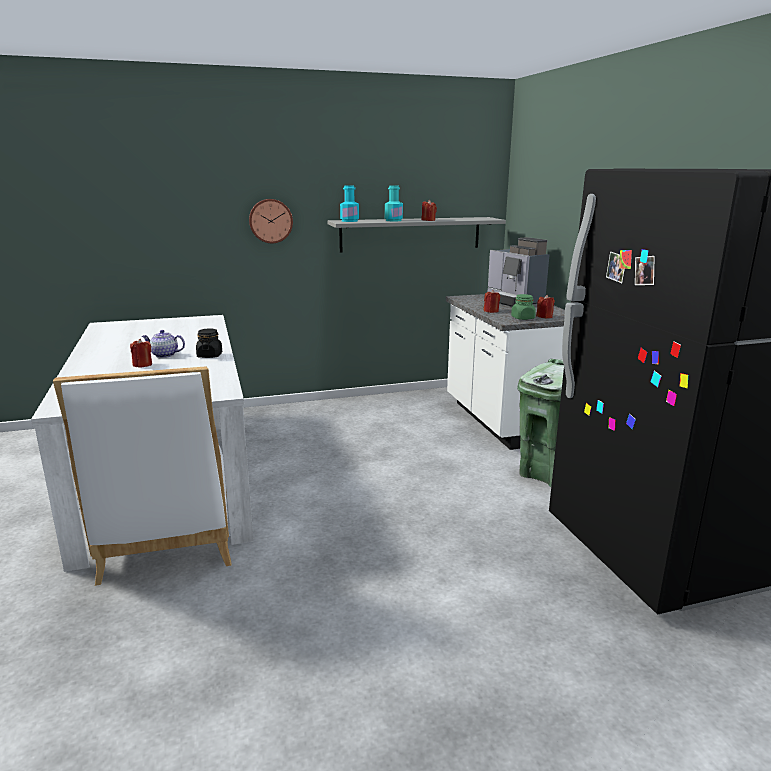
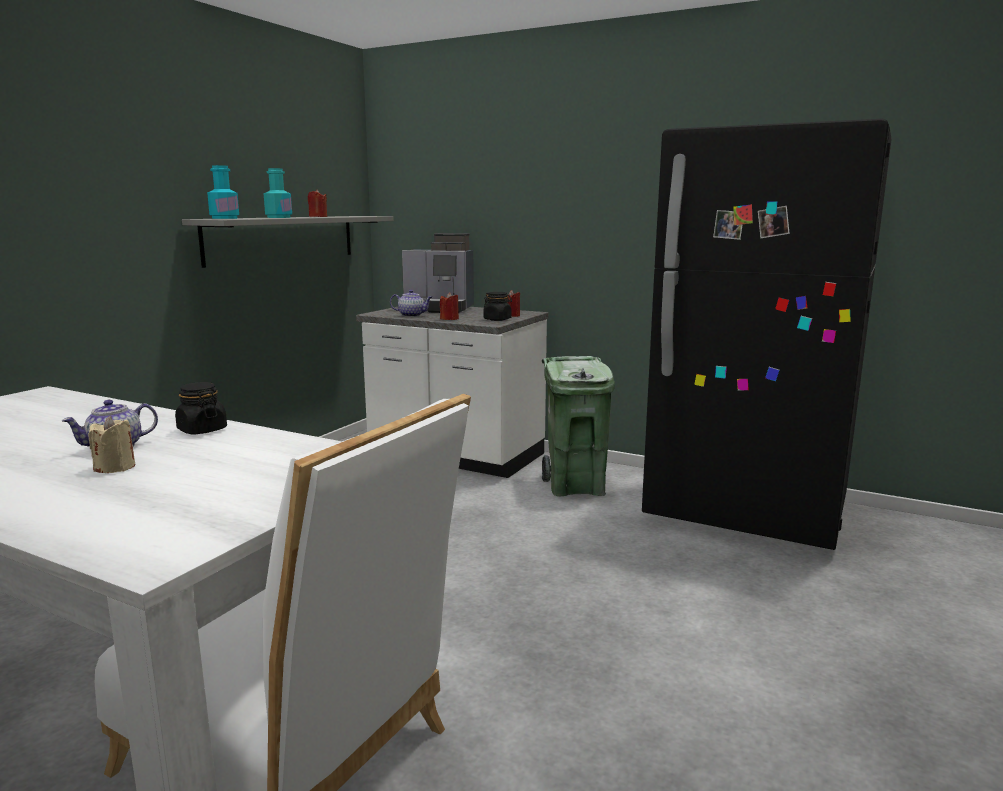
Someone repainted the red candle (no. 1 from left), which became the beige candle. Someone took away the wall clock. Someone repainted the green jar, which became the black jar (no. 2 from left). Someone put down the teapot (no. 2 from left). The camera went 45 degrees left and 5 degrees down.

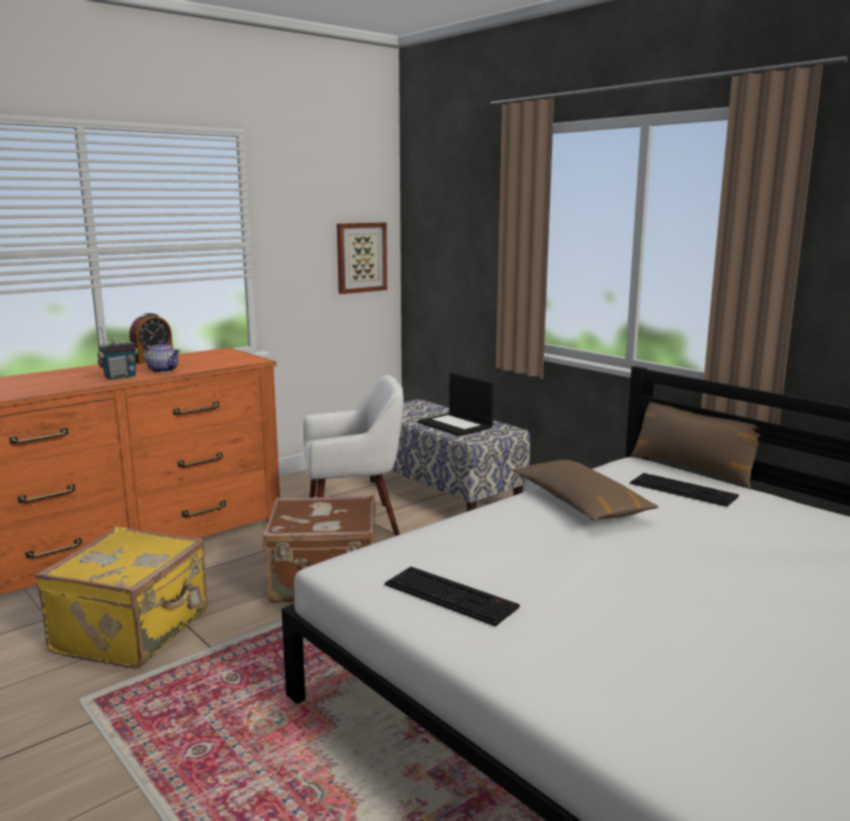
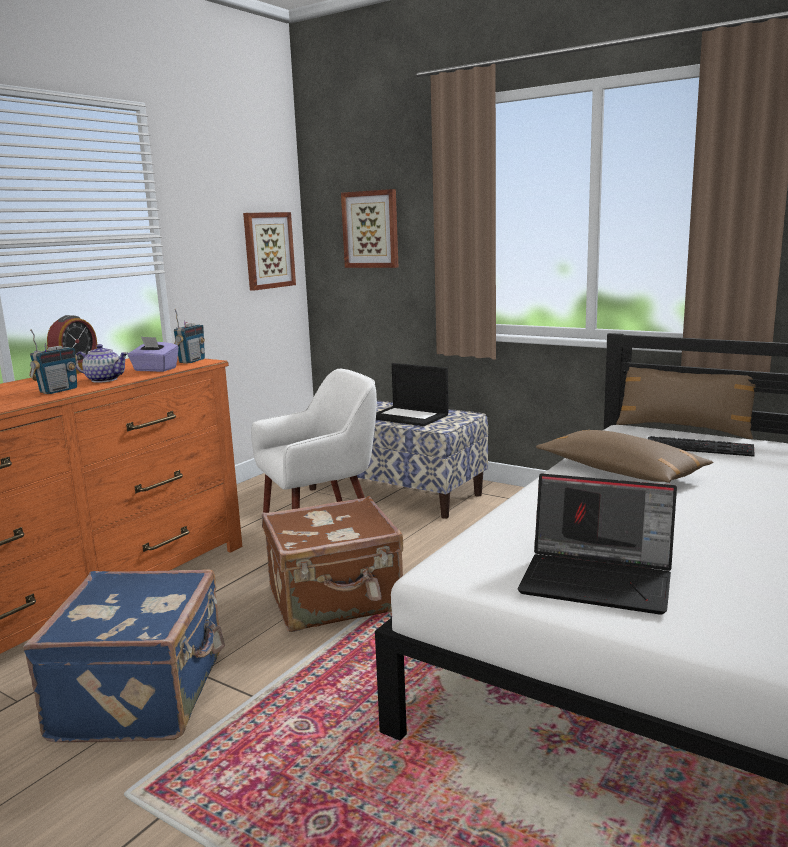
Someone repainted the yellow suitcase, which became the blue suitcase. Someone swapped the keyboard (no. 1 from left) for the laptop (no. 2 from left). Someone put down the purple tissue box. Someone put down the radio (no. 2 from left). Someone put up the picture (no. 2 from left). The camera went 15 degrees left and 0 degrees up.

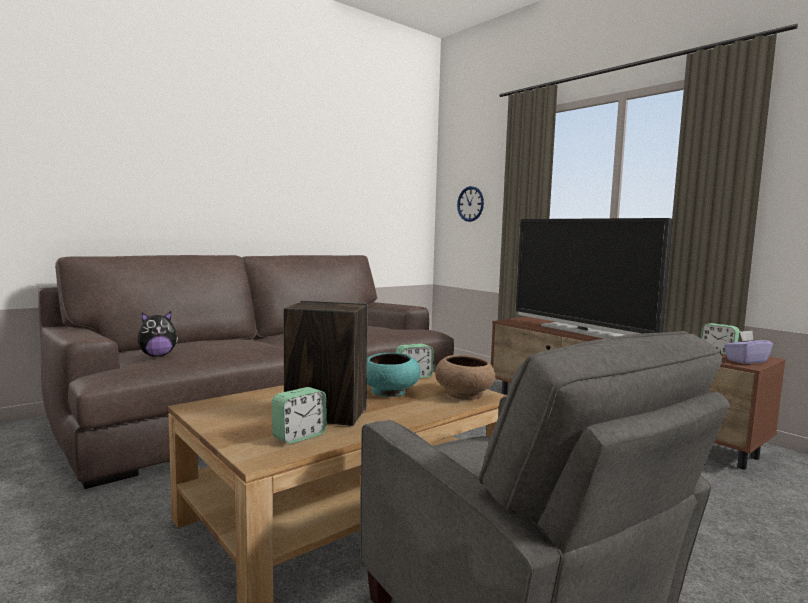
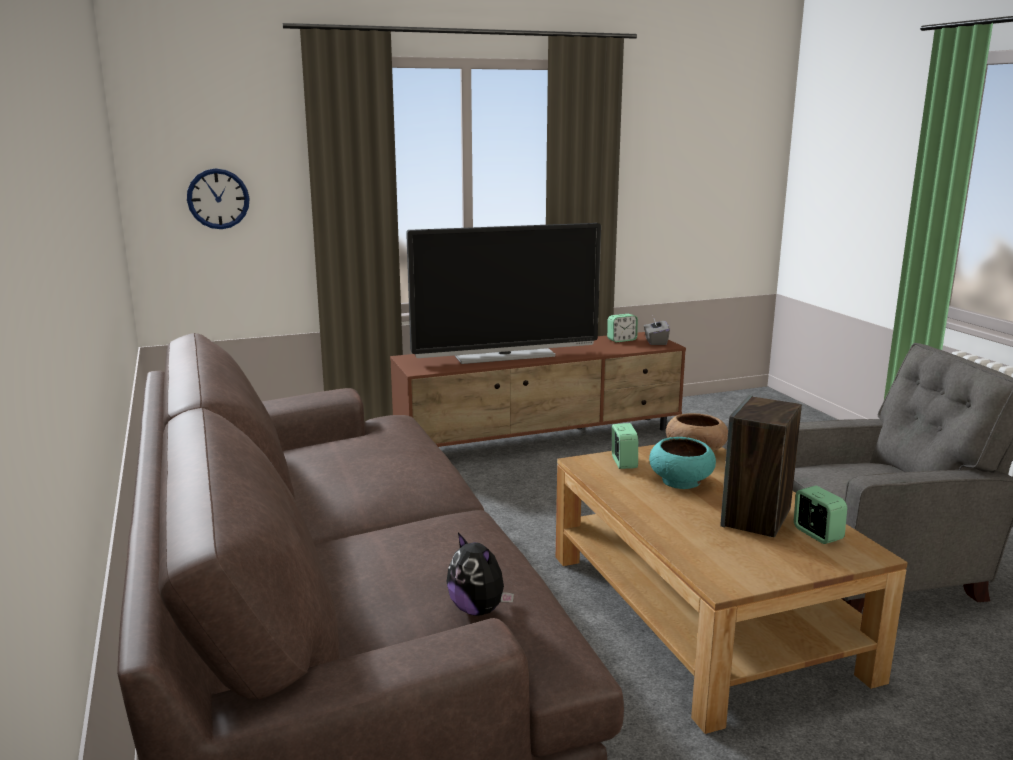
Someone rotated the plush toy by 150 degrees clockwise. Someone repainted the purple tissue box, which became the grey tissue box. The camera went 70 degrees left and 10 degrees up.

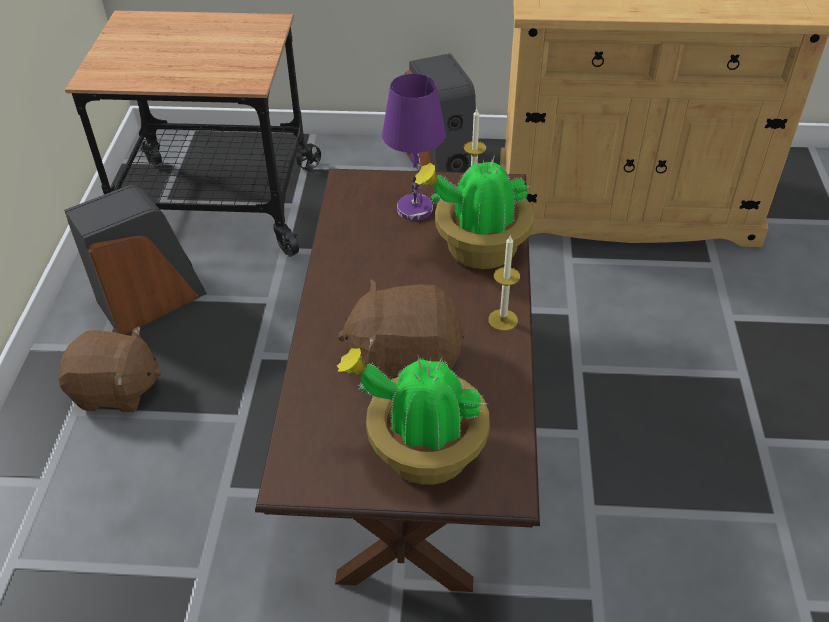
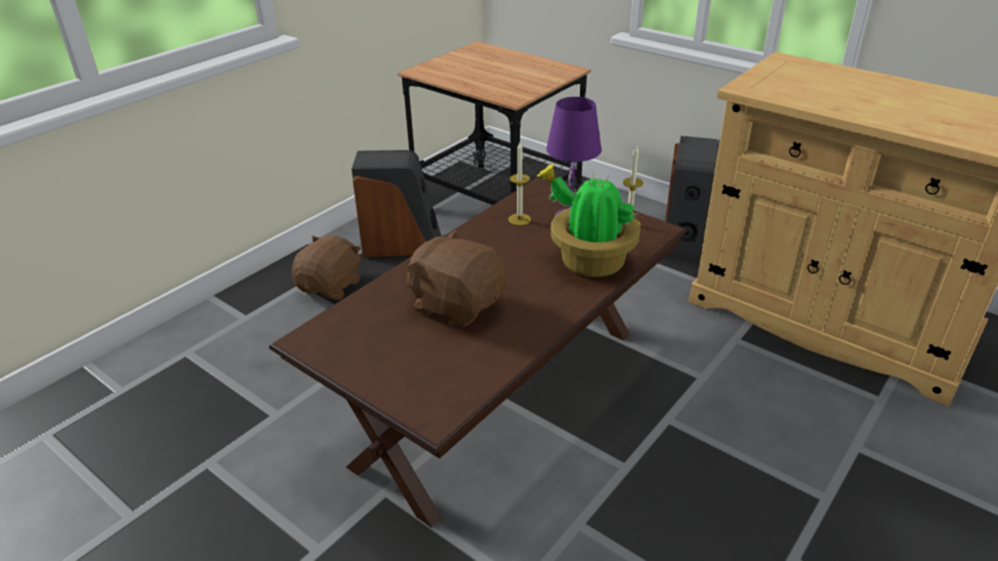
Someone rotated the brown plush toy (no. 1 from left) by 105 degrees counterclockwise. Someone took away the potted plant (no. 1 from left). Someone carried the candle (no. 2 from left in the first image). The camera went 35 degrees right and 10 degrees down.

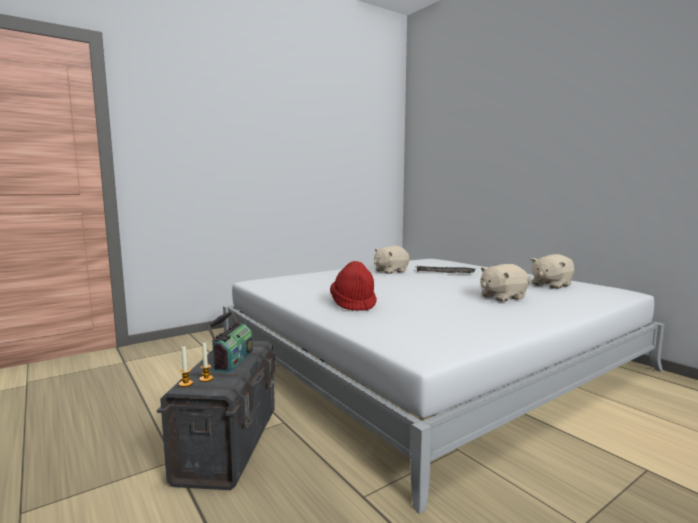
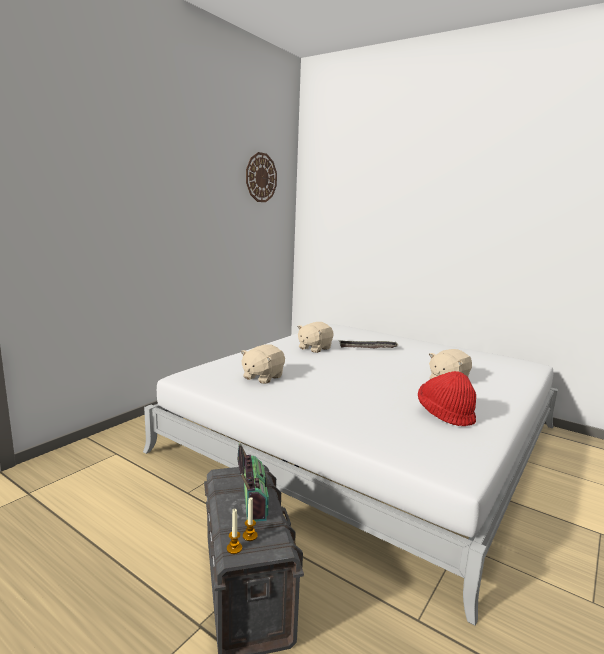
Someone carried the red hat. Someone carried the beige plush toy (no. 3 from left in the first image). Someone put up the wall clock. The camera went 20 degrees left and 5 degrees up.

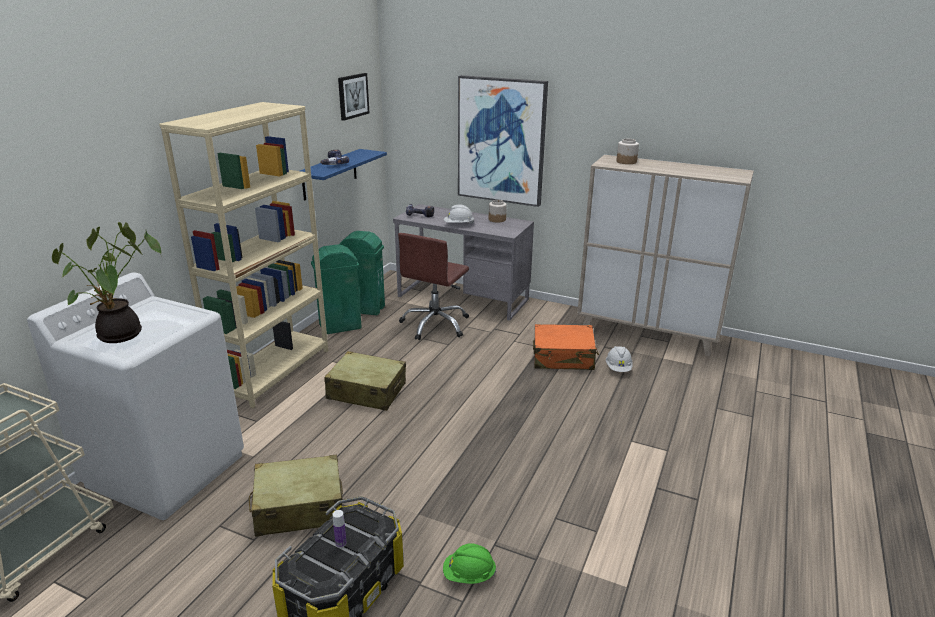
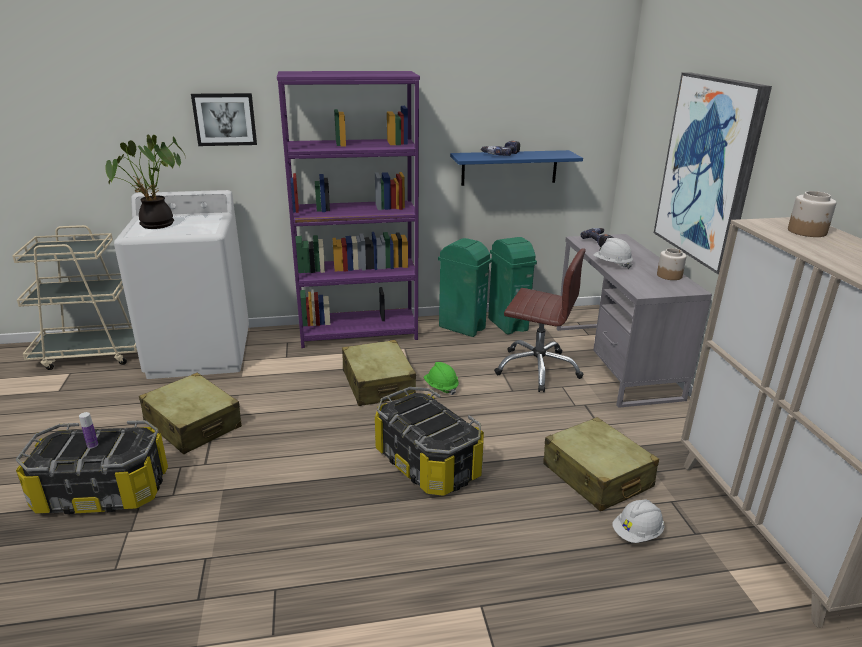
Someone repainted the beige bookcase, which became the purple bookcase. Someone carried the picture (no. 1 from left). Someone rotated the brown office chair by 150 degrees counterclockwise. Someone carried the green hard hat. Someone repainted the orange suitcase, which became the beige suitcase (no. 3 from left). Someone put down the storage box (no. 2 from left). The camera went 55 degrees right and 0 degrees up.

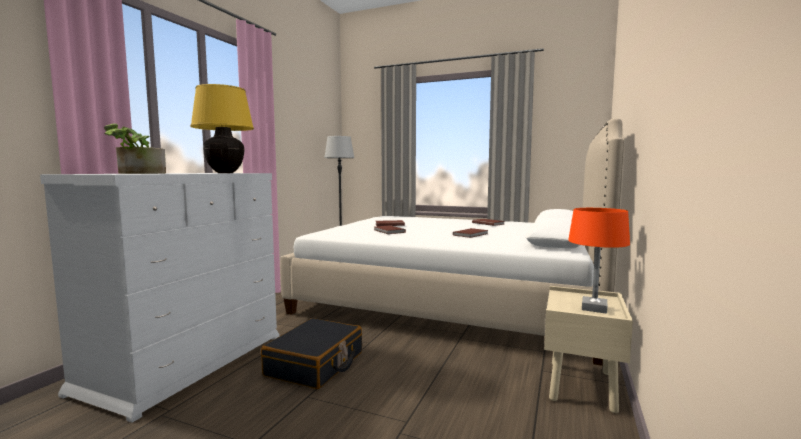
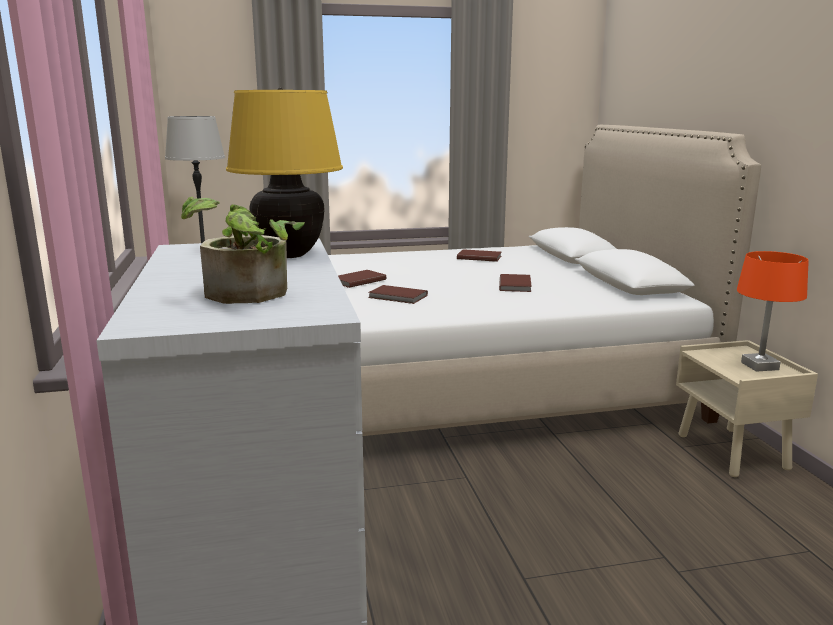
Someone took away the black suitcase. The camera went 35 degrees left and 10 degrees up.

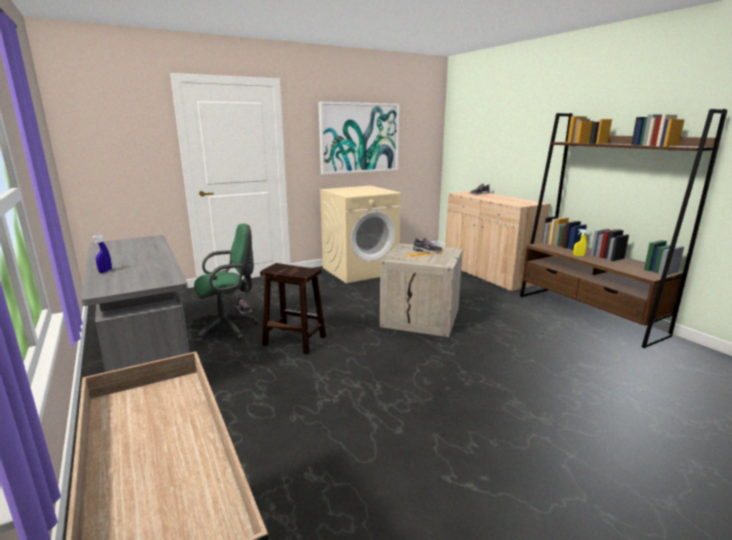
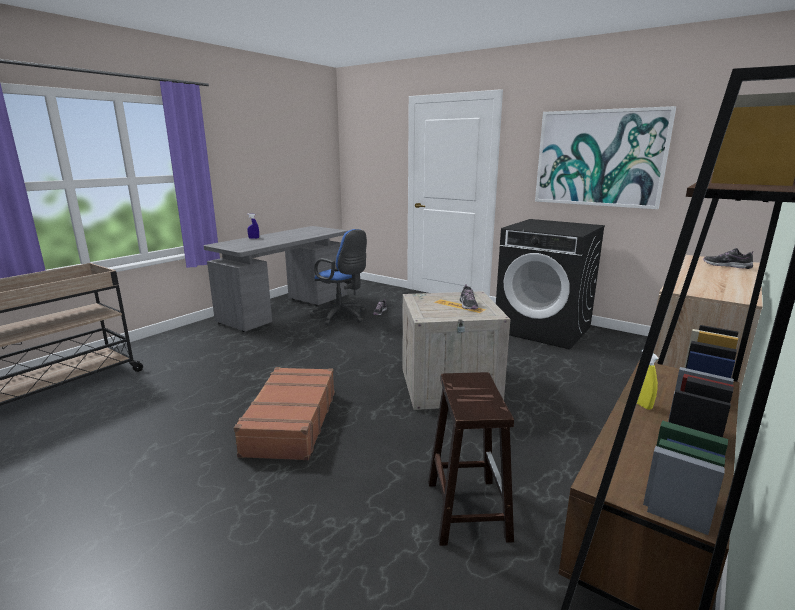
Someone repainted the green office chair, which became the blue office chair. Someone carried the brown stool. Someone repainted the beige washing machine, which became the black washing machine. Someone put down the brown suitcase. The camera went 65 degrees right and 0 degrees up.

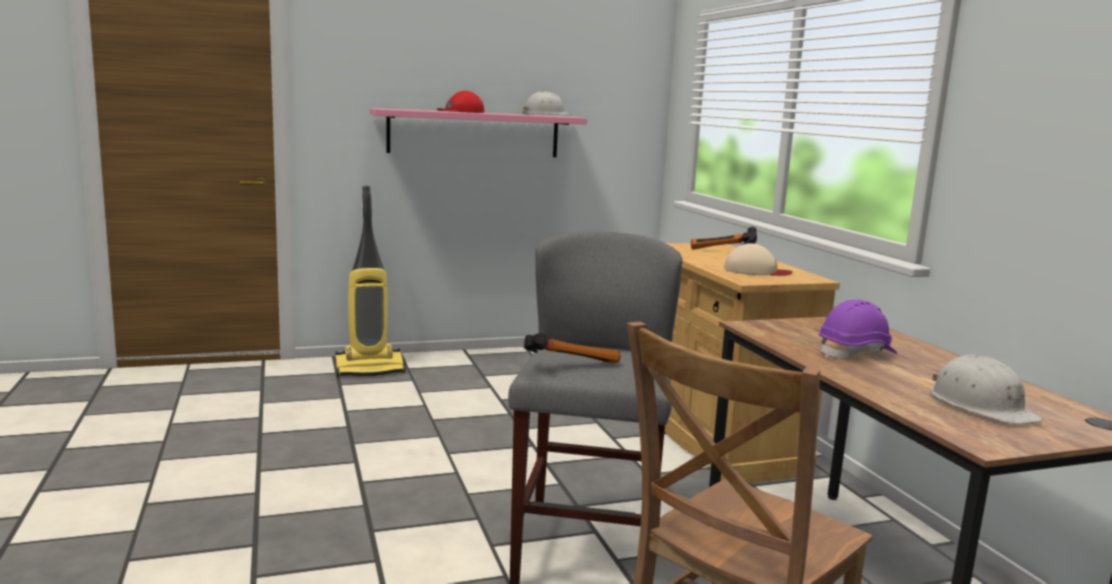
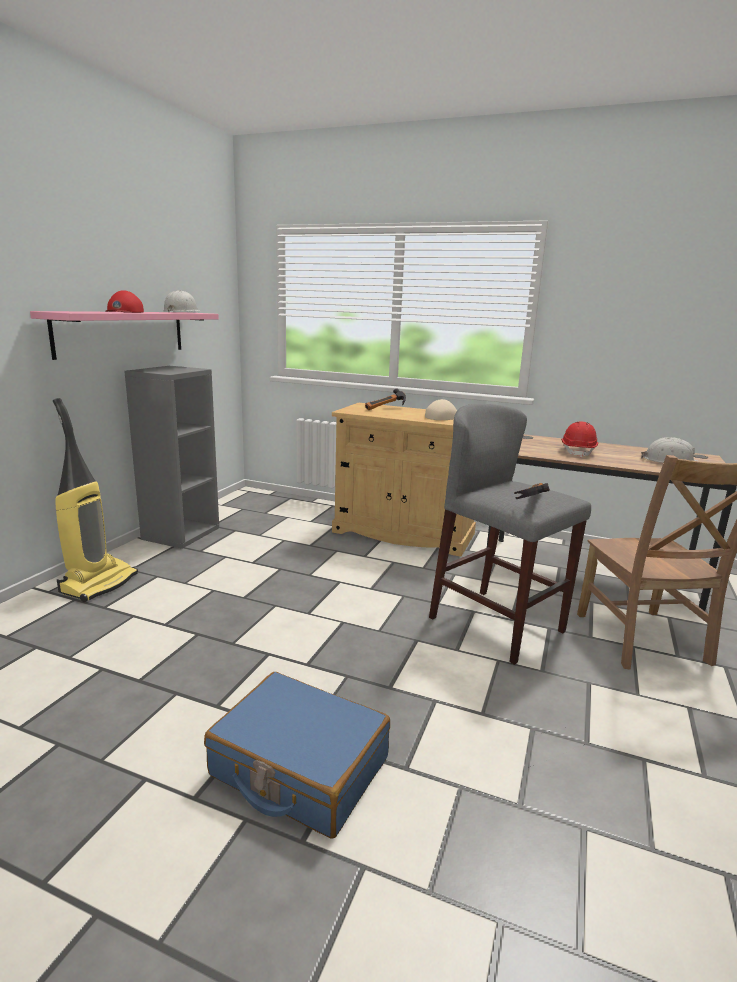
Someone repainted the purple hard hat, which became the red hard hat. Someone put down the grey bookcase. Someone put down the blue suitcase. The camera went 50 degrees left and 5 degrees up.

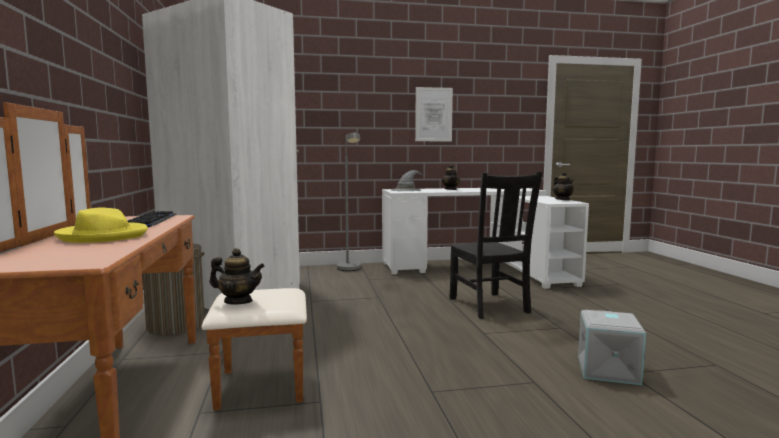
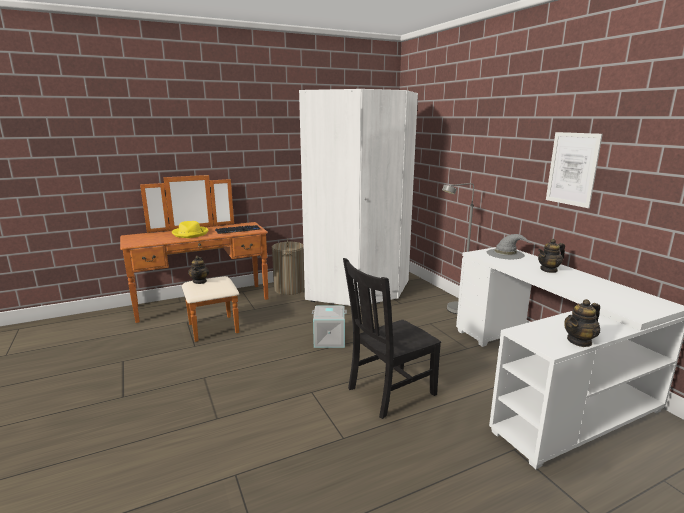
Someone carried the grey storage box. The camera went 75 degrees right and 10 degrees up.

